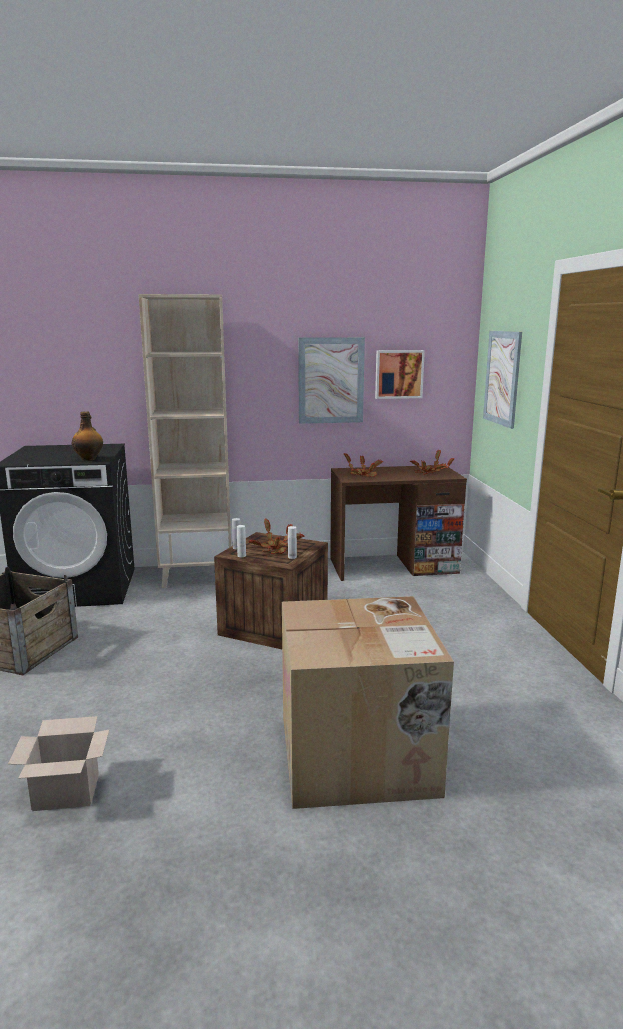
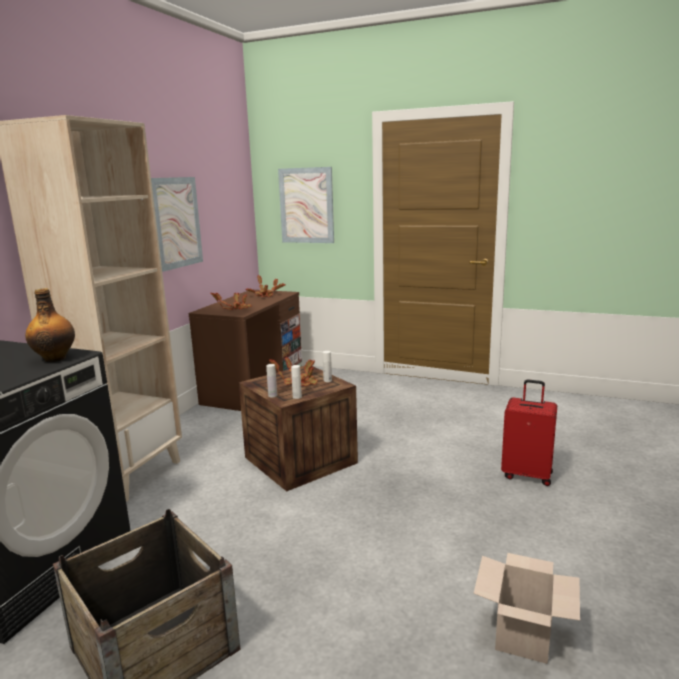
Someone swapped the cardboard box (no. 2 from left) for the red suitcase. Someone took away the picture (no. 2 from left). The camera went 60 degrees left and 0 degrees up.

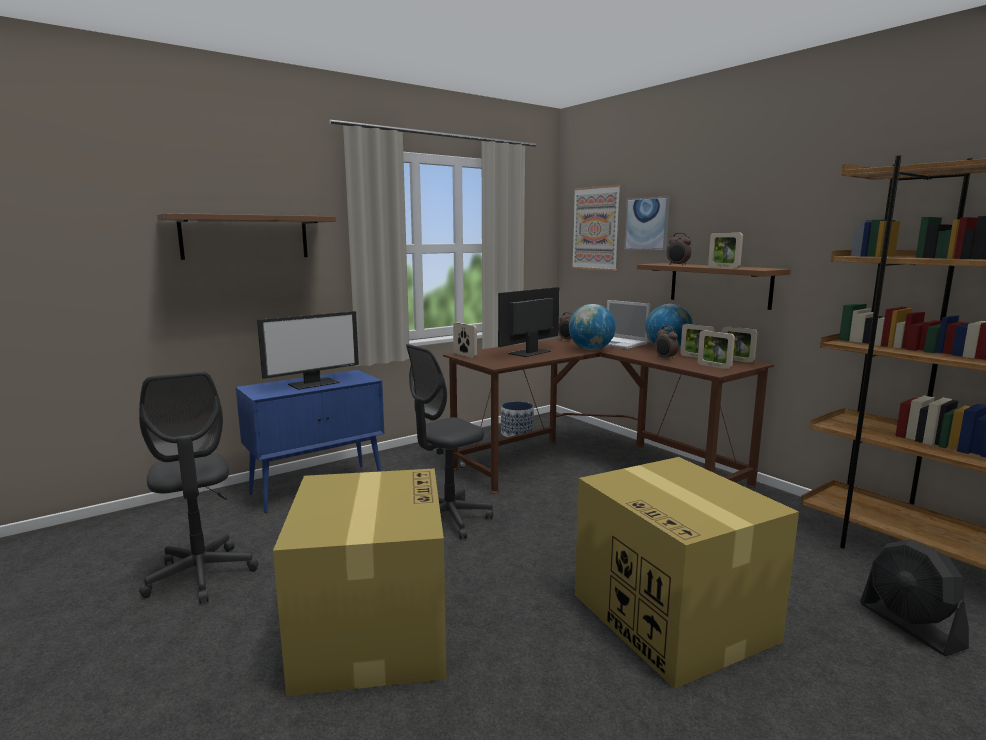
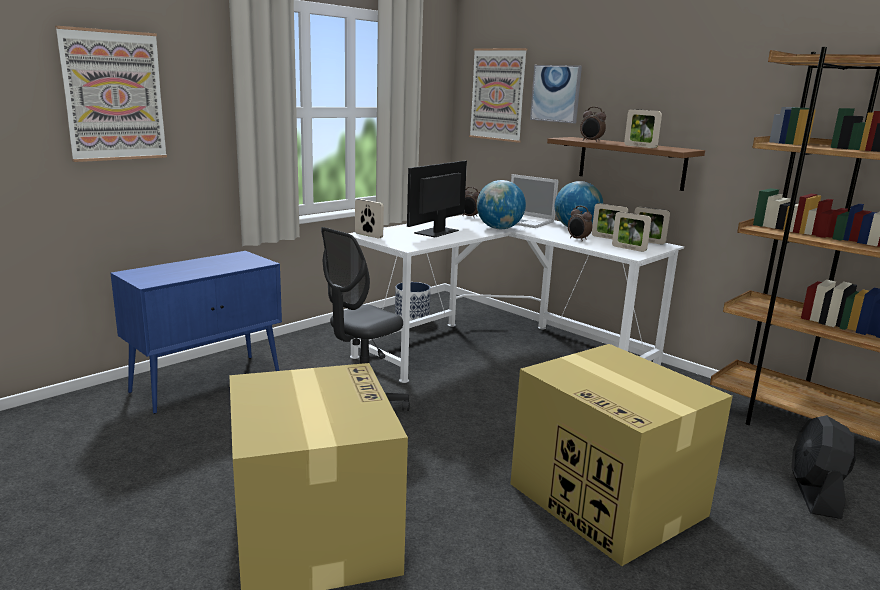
Someone took away the grey office chair (no. 1 from left). Someone swapped the brown shelf (no. 1 from left) for the picture (no. 1 from left). Someone took away the monitor (no. 1 from left). Someone repainted the brown desk, which became the white desk. Someone rotated the black fan by 45 degrees clockwise. The camera went 10 degrees left and 5 degrees up.

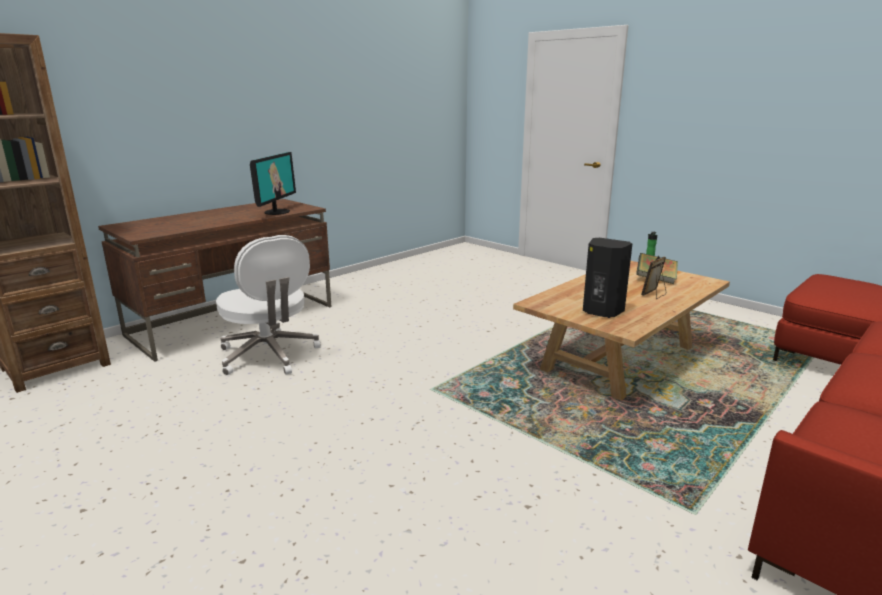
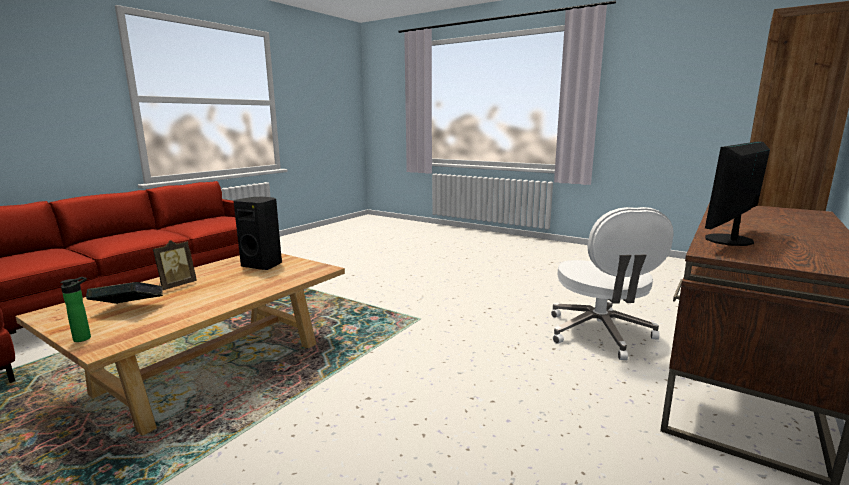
Someone rotated the white office chair by 135 degrees counterclockwise. Someone rotated the monitor by 45 degrees clockwise. The camera went 170 degrees right and 5 degrees down.

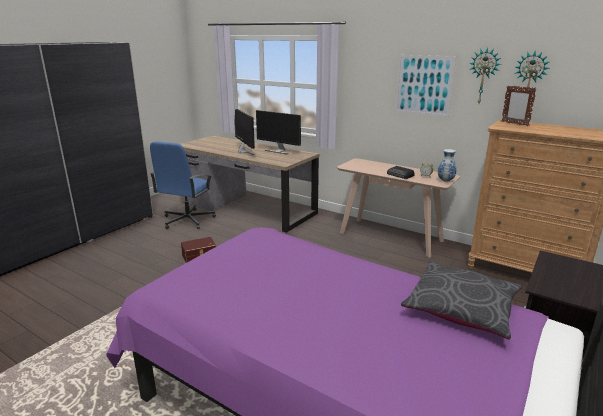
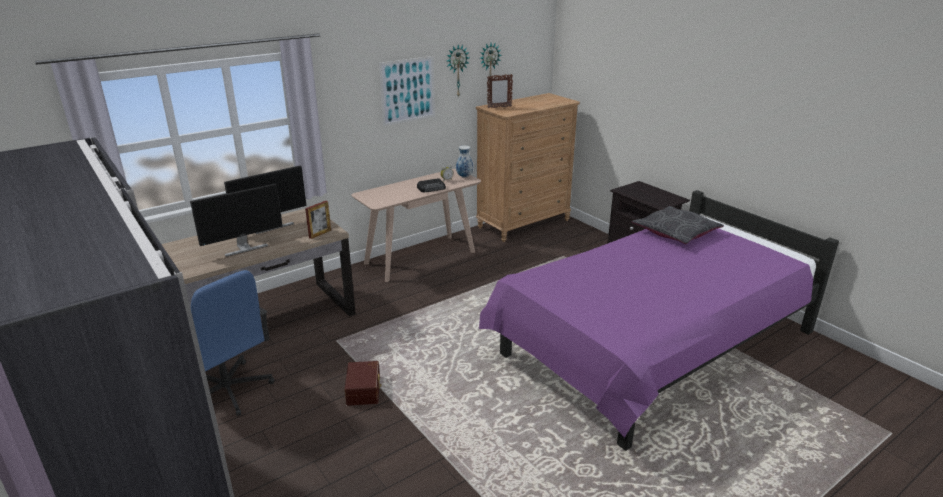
Someone rotated the monitor (no. 1 from left) by 150 degrees clockwise. Someone put down the picture frame (no. 1 from left). The camera went 70 degrees left and 5 degrees up.

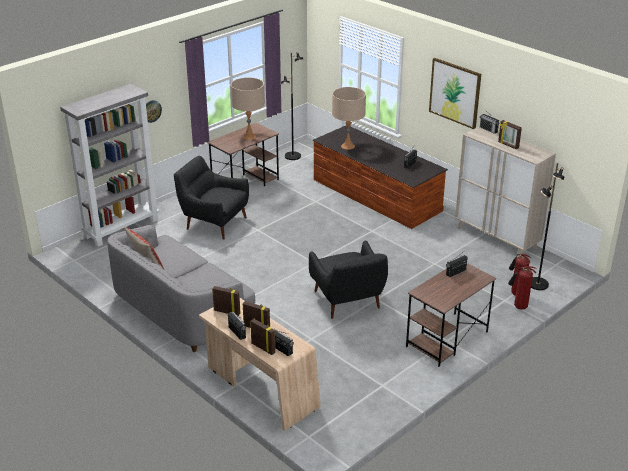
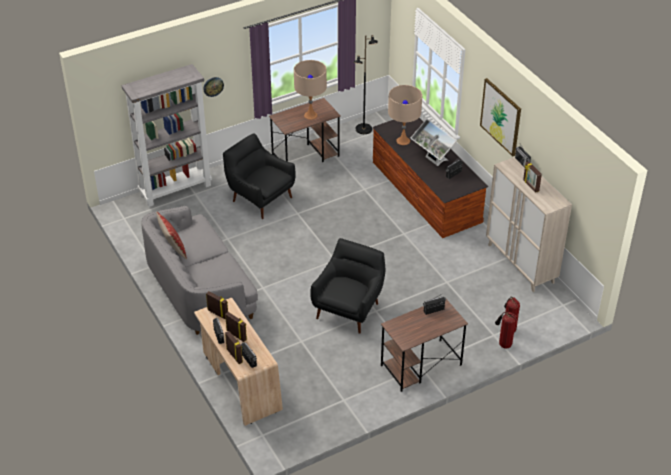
Someone rotated the black armchair (no. 2 from left) by 150 degrees counterclockwise. Someone took away the black floor lamp (no. 2 from left). Someone put down the monitor. The camera went 15 degrees right and 10 degrees up.

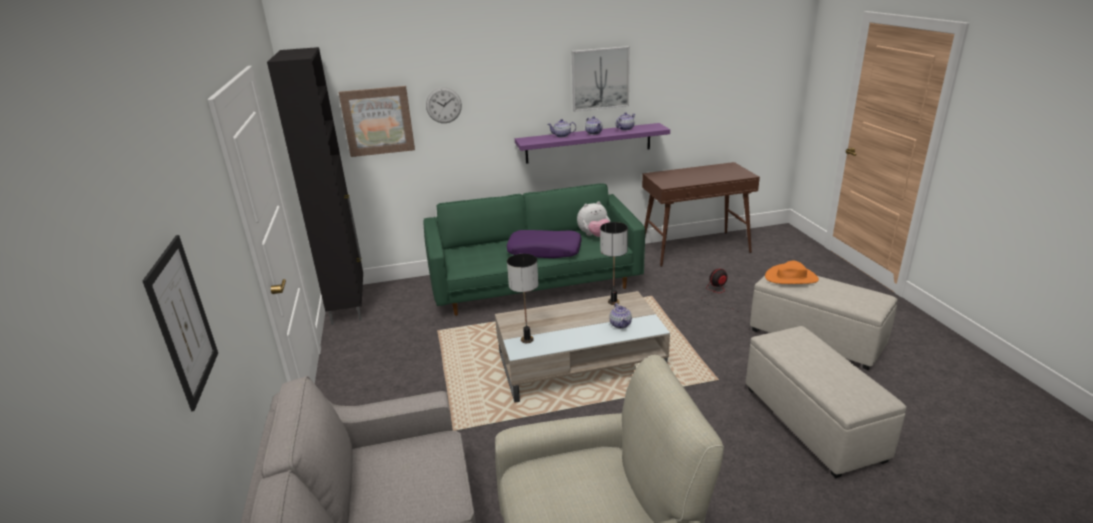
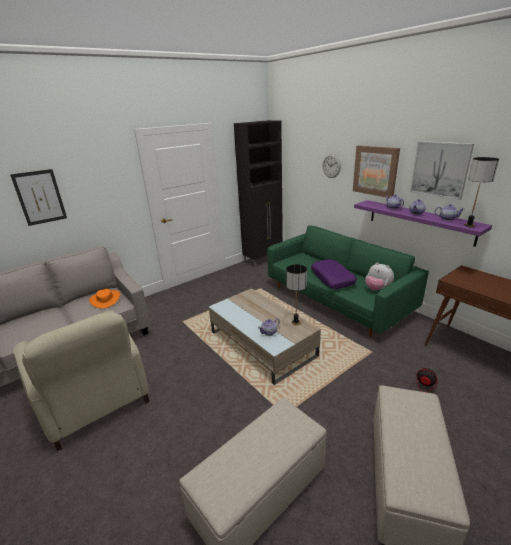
Someone carried the picture (no. 2 from left). Someone carried the table lamp (no. 1 from left in the first image). Someone carried the orange hat. The camera went 65 degrees right and 0 degrees up.

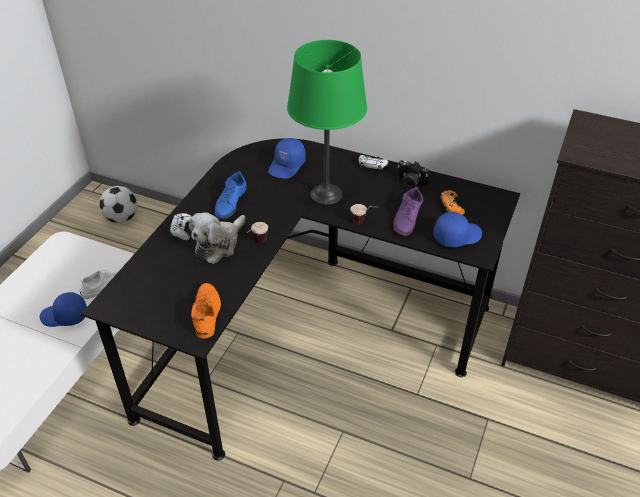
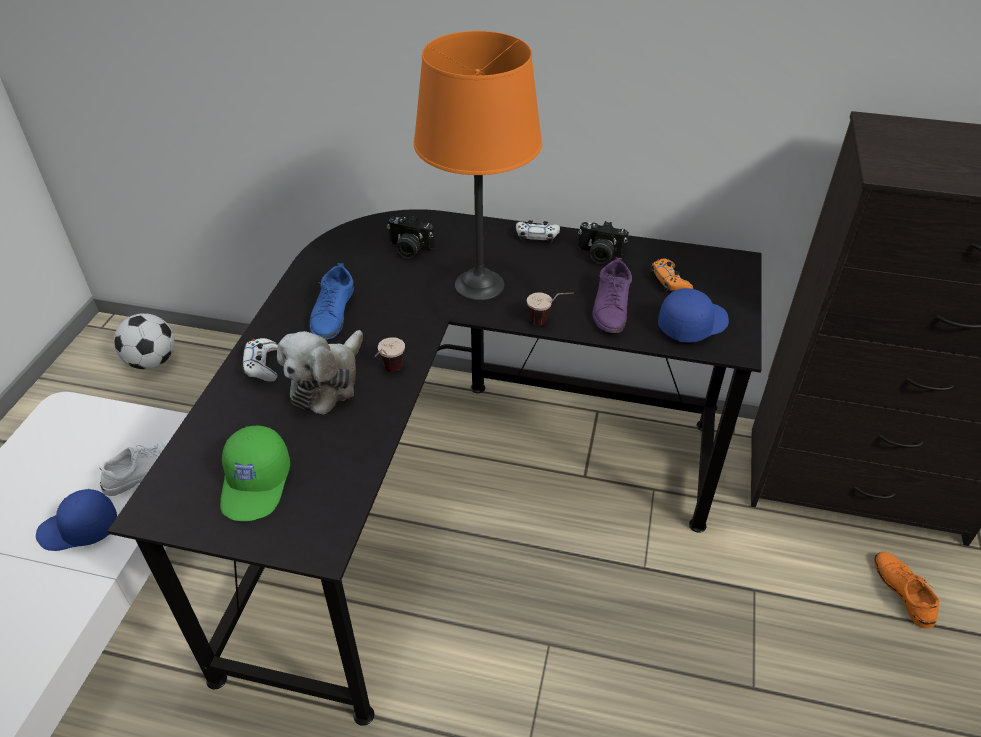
Someone carried the orange shoe. Someone swapped the blue cap (no. 2 from left) for the photo camera (no. 1 from left). Someone repainted the green table lamp, which became the orange table lamp. Someone put down the green cap. The camera went 10 degrees left and 0 degrees up.

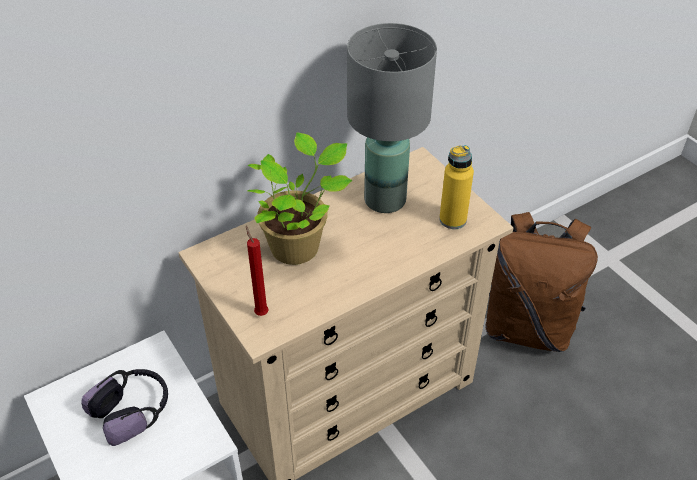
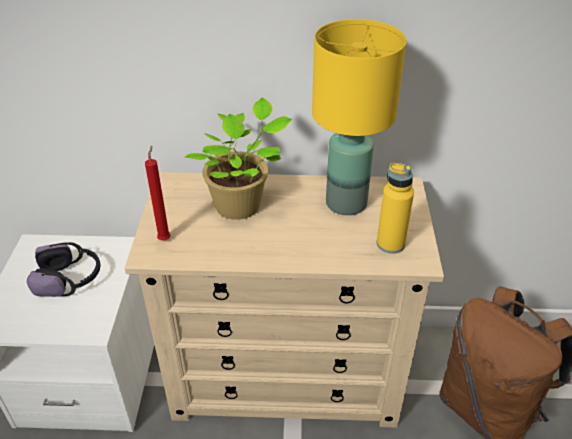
Someone repainted the grey table lamp, which became the yellow table lamp. The camera went 35 degrees right and 5 degrees down.

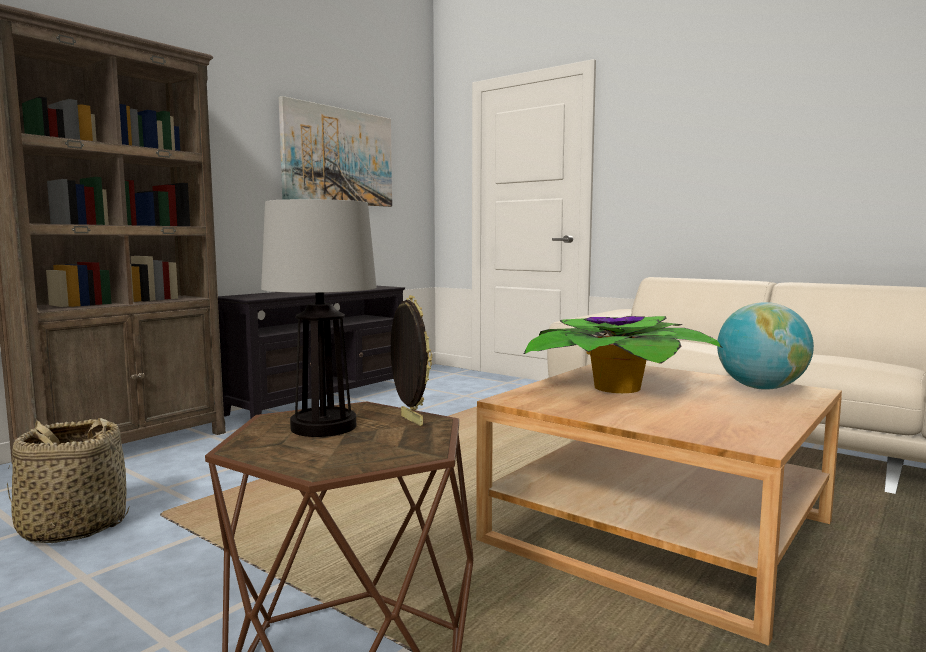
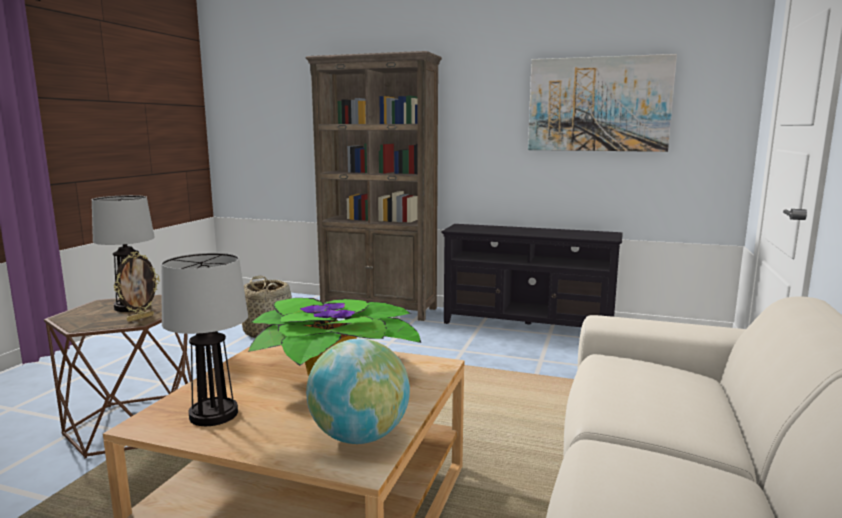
Someone put down the table lamp (no. 2 from left). The camera went 70 degrees right and 5 degrees up.

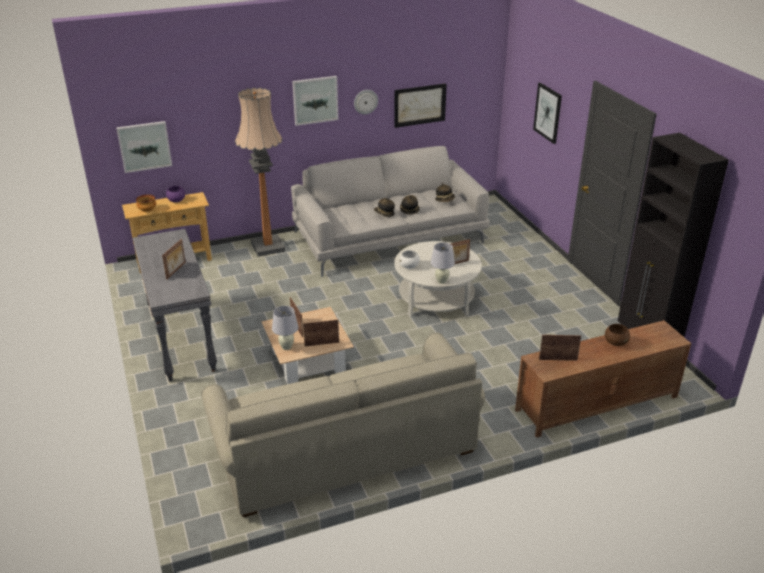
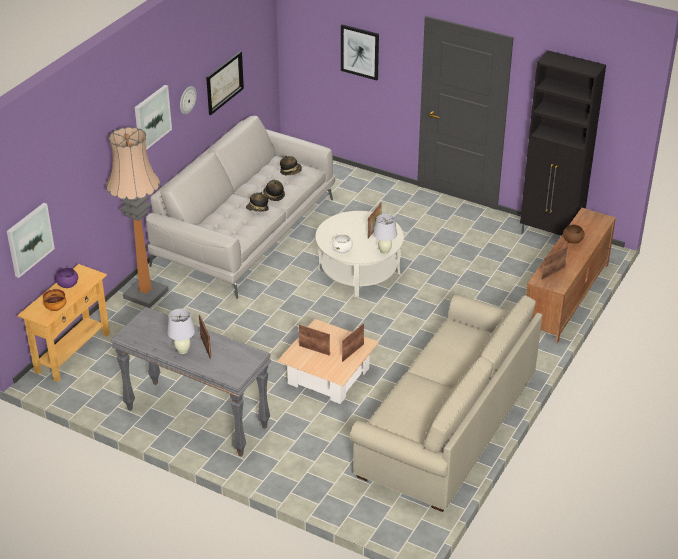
Someone carried the white table lamp (no. 1 from left). The camera went 40 degrees left and 5 degrees up.

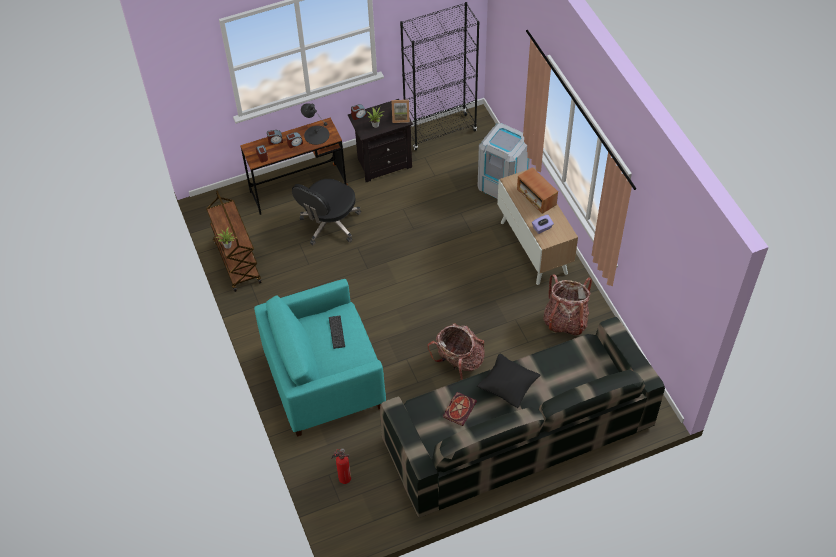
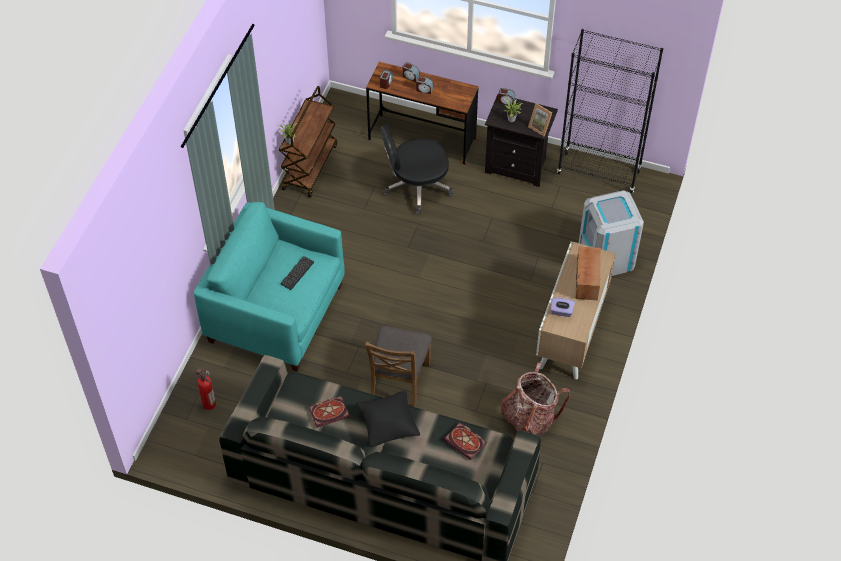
Someone took away the black table lamp. Someone swapped the backpack (no. 1 from left) for the brown chair. Someone put down the book (no. 2 from left). The camera went 40 degrees right and 0 degrees up.

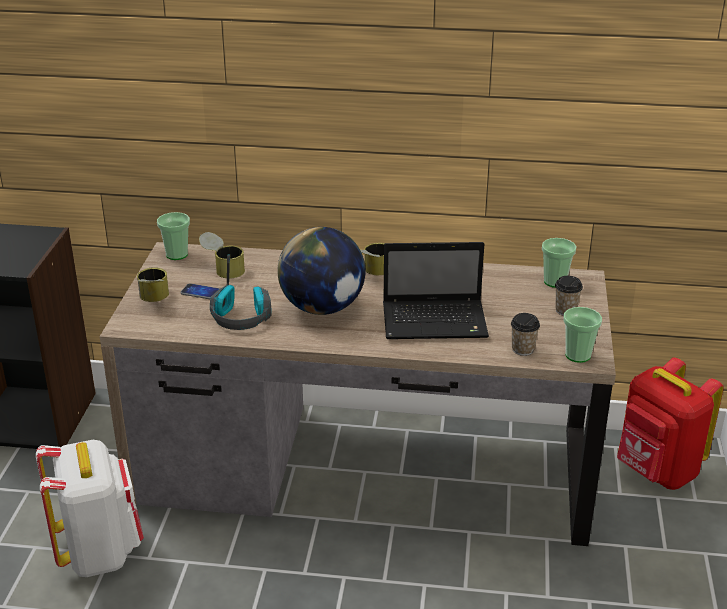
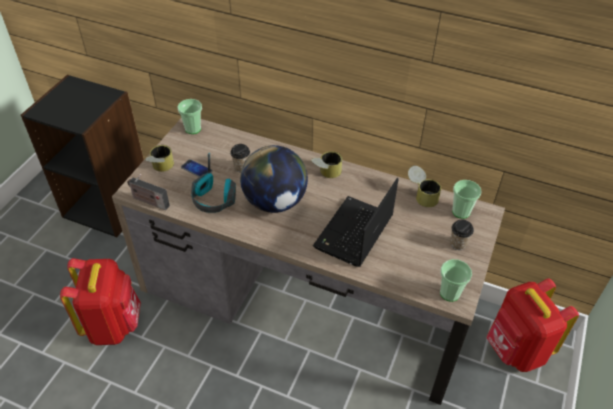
Someone repainted the white backpack, which became the red backpack (no. 1 from left). Someone carried the can (no. 2 from left in the first image). Someone rotated the laptop by 105 degrees clockwise. Someone carried the cup (no. 2 from left). Someone put down the radio. The camera went 15 degrees right and 15 degrees up.

